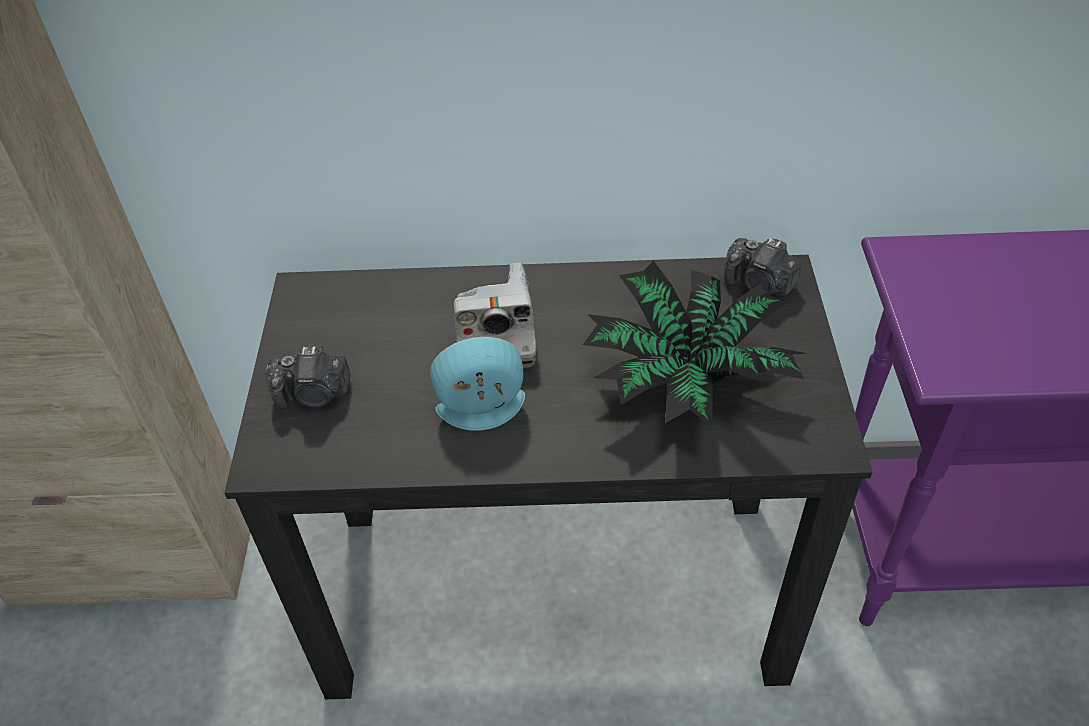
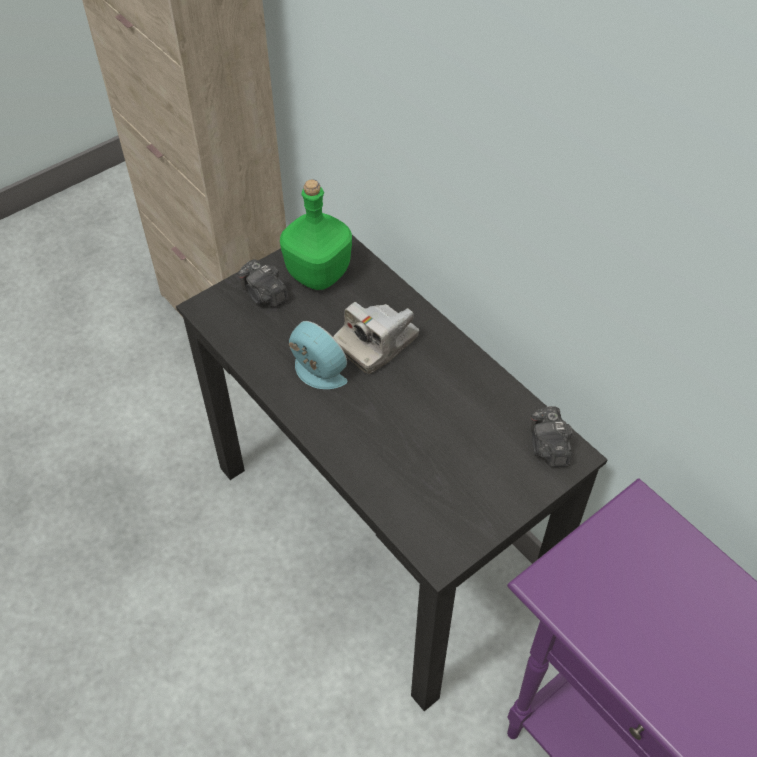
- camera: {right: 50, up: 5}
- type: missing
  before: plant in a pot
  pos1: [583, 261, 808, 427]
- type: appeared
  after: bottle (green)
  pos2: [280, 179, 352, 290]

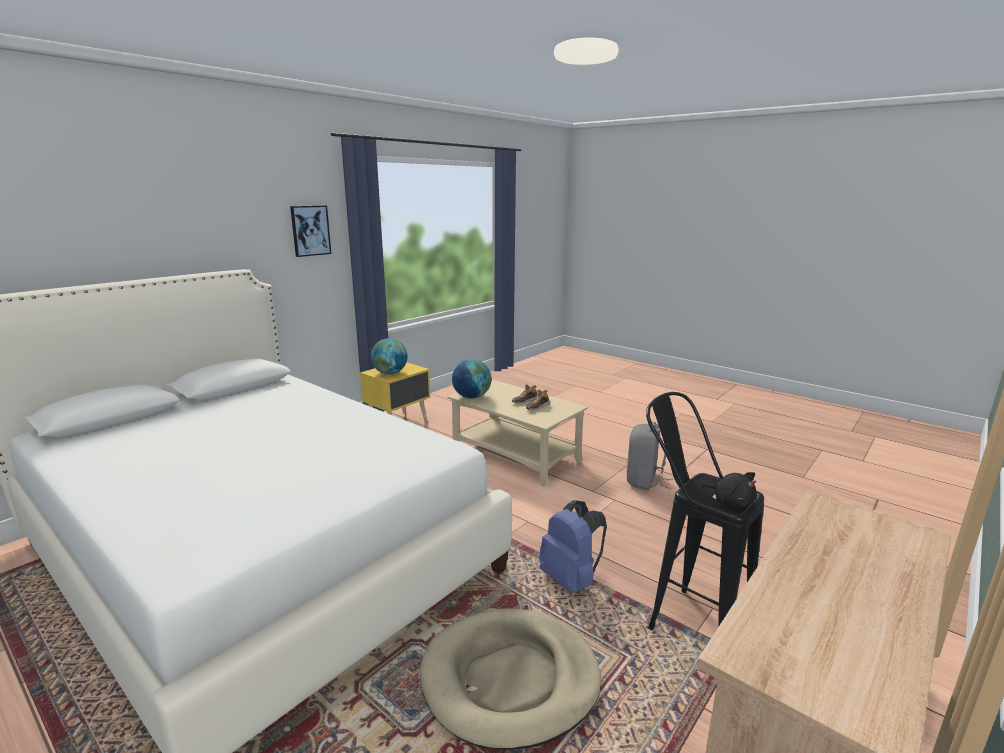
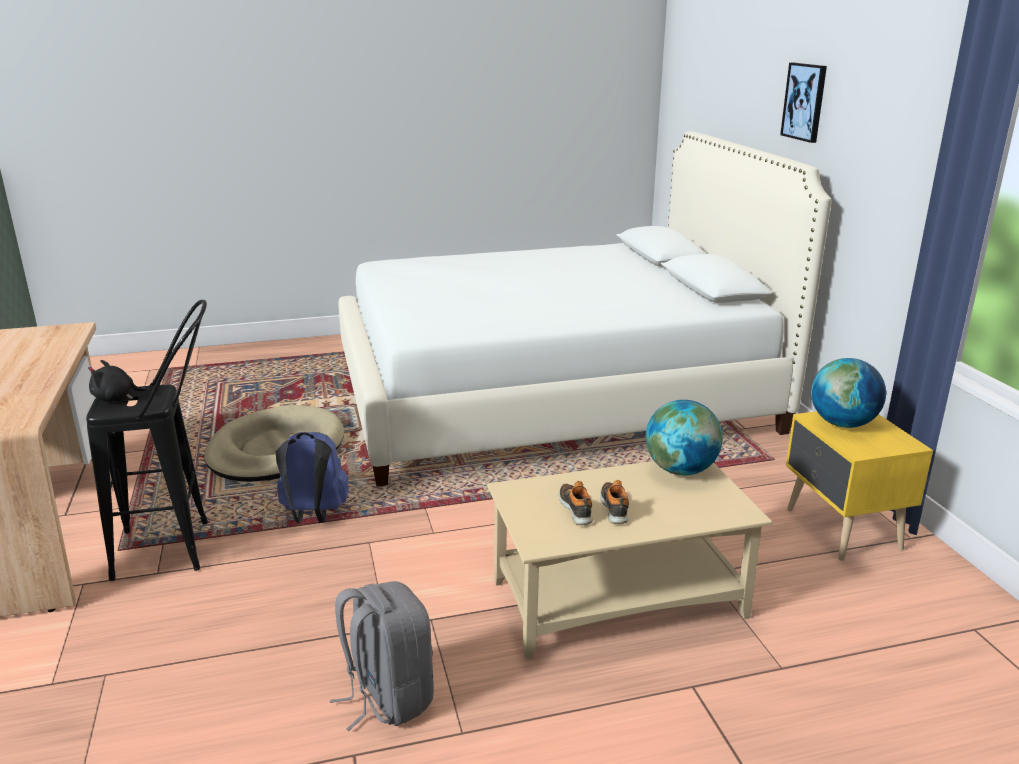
- camera: {right: 125, up: 5}
- type: relocated
  before: wall art
  pos1: [290, 205, 331, 257]
  pos2: [780, 63, 827, 143]

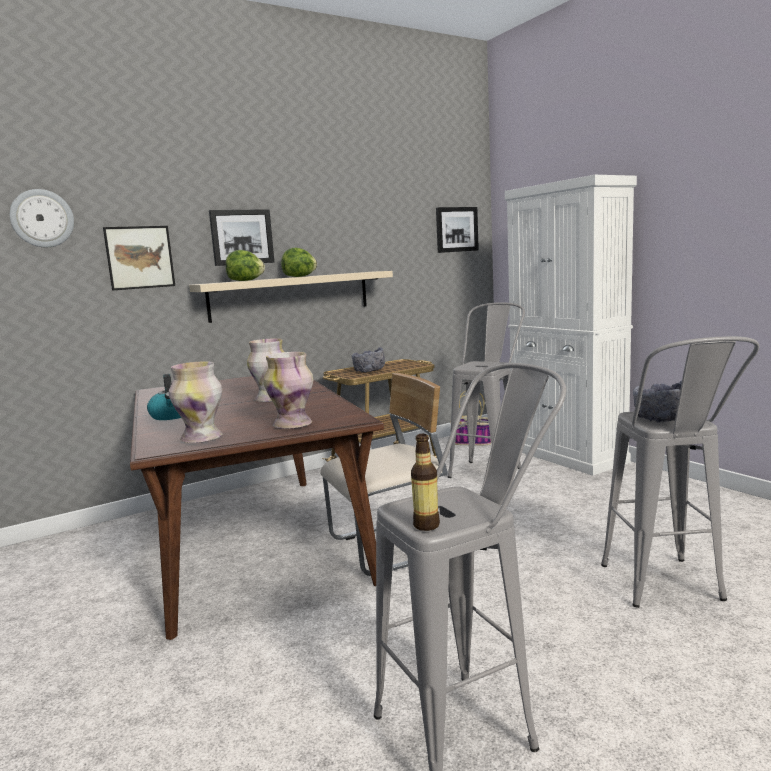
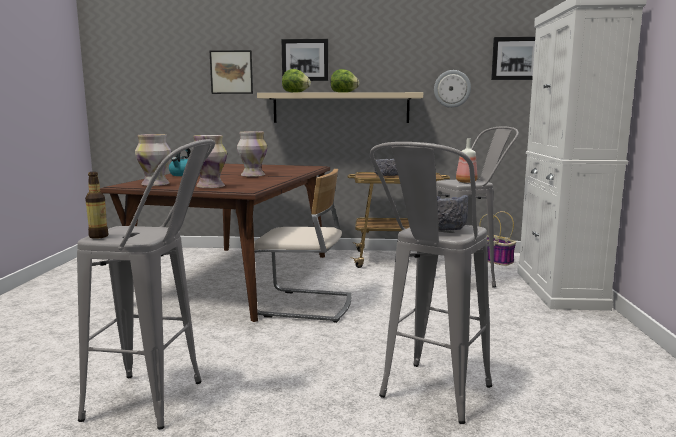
- camera: {right: 35, up: 0}
- type: relocated
  before: clock on the wall
  pos1: [10, 189, 74, 247]
  pos2: [434, 70, 471, 108]
- type: appeared
  after: bottle
  pos2: [456, 139, 478, 183]

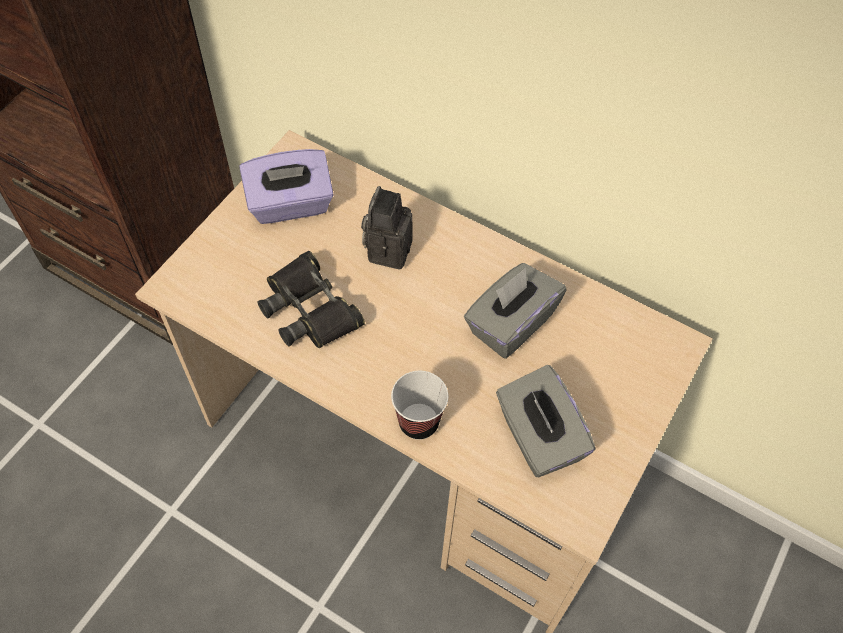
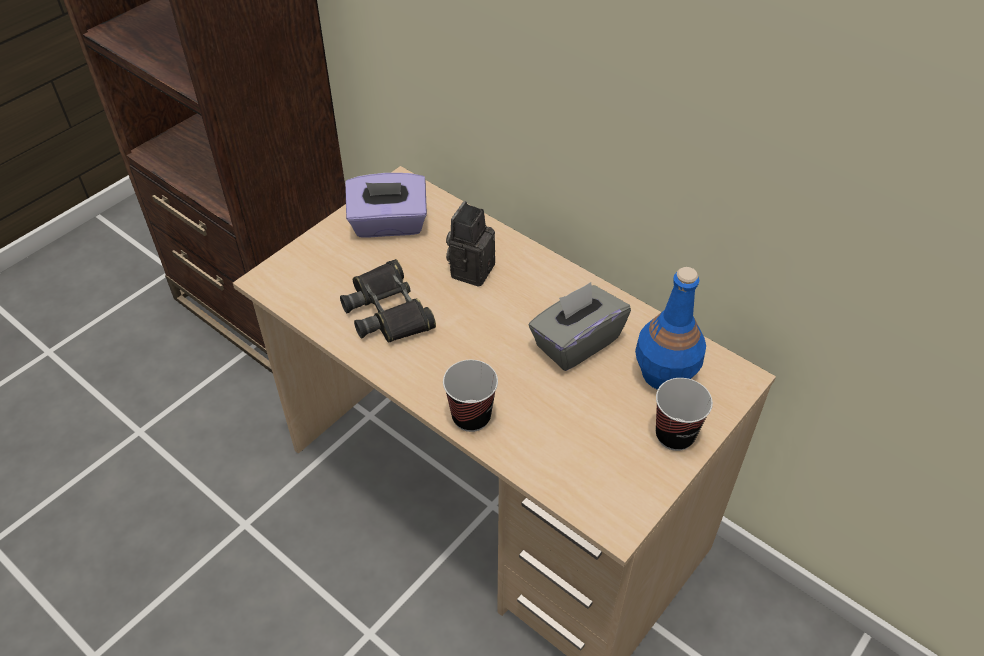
- camera: {right: 10, up: -10}
- type: missing
  before: tissue box (gray)
  pos1: [496, 365, 596, 477]
- type: appeared
  after: bottle (blue-coloured)
  pos2: [635, 267, 706, 390]
- type: appeared
  after: small cup
  pos2: [656, 378, 713, 451]

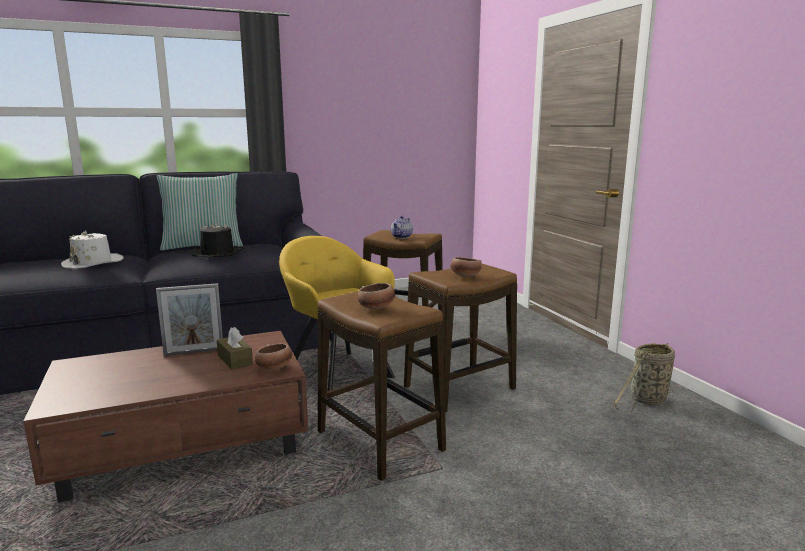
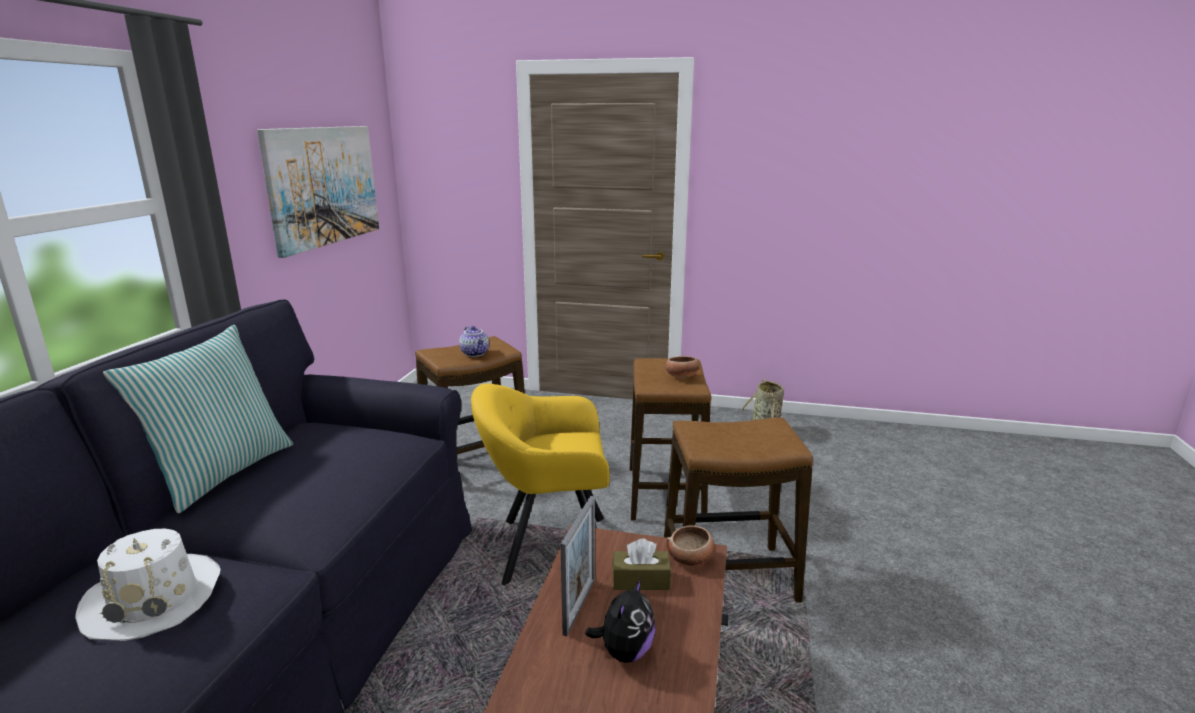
- camera: {right: -55, up: 5}
- type: missing
  before: clothing hat (black)
  pos1: [190, 223, 244, 258]
- type: missing
  before: serving bowl
  pos1: [358, 283, 395, 309]
- type: appeared
  after: wall art
  pos2: [257, 126, 379, 258]
- type: appeared
  after: soft toy
  pos2: [585, 577, 656, 663]

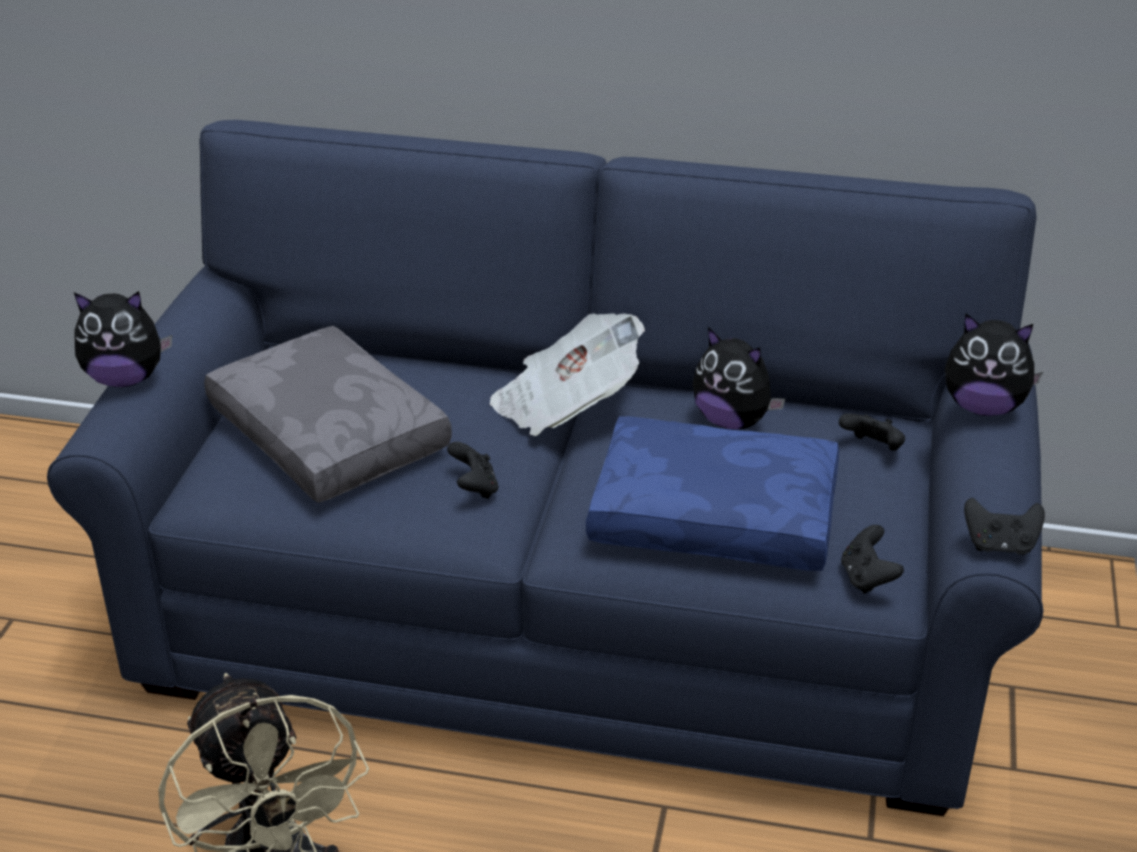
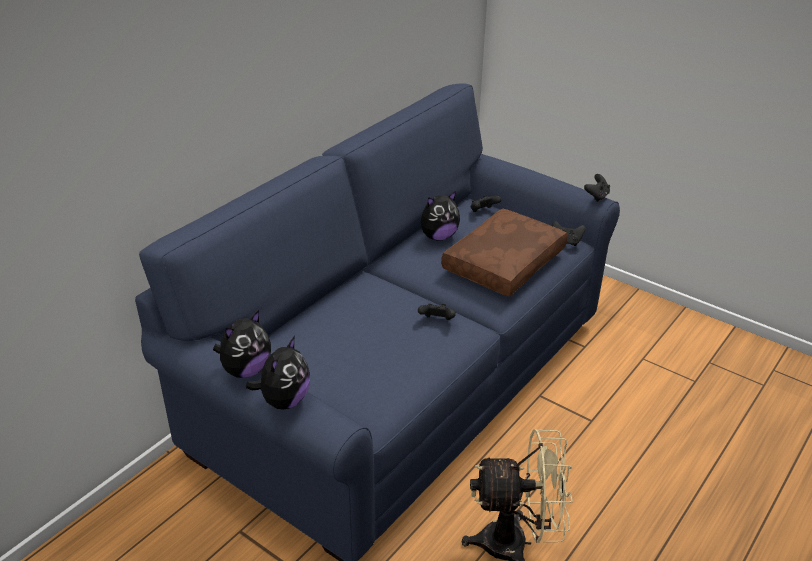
- camera: {right: -65, up: 0}
- type: missing
  before: pillow (gray)
  pos1: [204, 326, 452, 503]
- type: missing
  before: printed paper
  pos1: [490, 313, 645, 436]
- type: colour
  before: pillow (blue-coloured)
  after: pillow (brown)
  pos1: [586, 416, 839, 571]
  pos2: [441, 208, 568, 296]
- type: relocated
  before: soft toy
  pos1: [945, 314, 1043, 416]
  pos2: [213, 310, 271, 378]

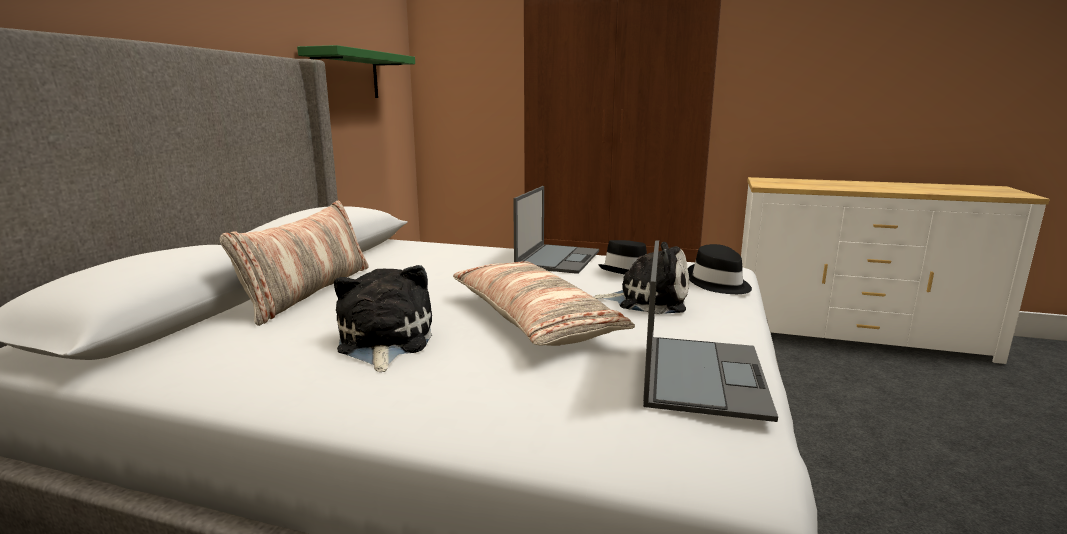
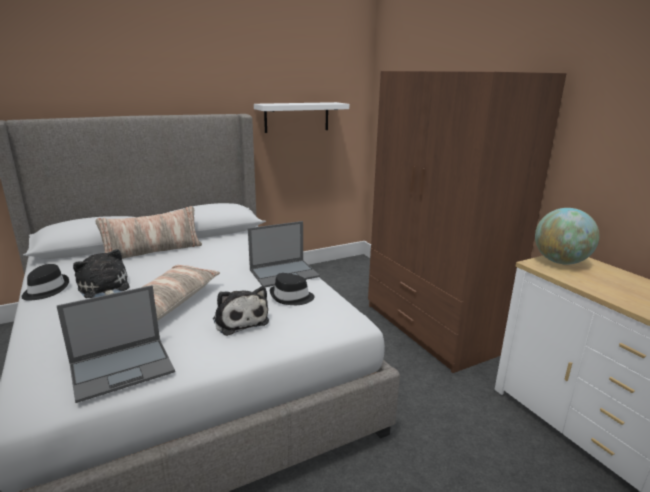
- camera: {right: 45, up: 5}
- type: colour
  before: wall shelf (green)
  after: wall shelf (white-coloured)
  pos1: [297, 45, 415, 98]
  pos2: [254, 102, 349, 133]
- type: spun
  before: soft toy
  pos1: [334, 265, 432, 372]
  pos2: [73, 249, 130, 298]
  turn: -75
- type: relocated
  before: clothing hat (black)
  pos1: [688, 244, 752, 294]
  pos2: [22, 264, 69, 301]
- type: appeared
  after: globe
  pos2: [535, 208, 600, 264]

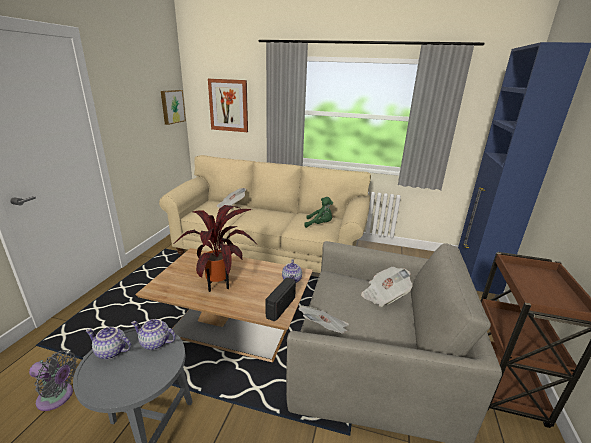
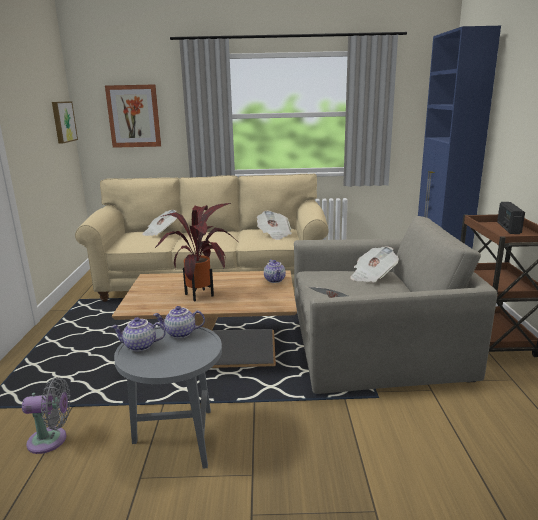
- camera: {right: -15, up: -5}
- type: relocated
  before: radio
  pos1: [266, 277, 296, 321]
  pos2: [497, 202, 525, 234]
- type: exchanged
  before: soft toy (green)
  after: printed paper
  pos1: [304, 197, 333, 228]
  pos2: [257, 211, 292, 240]

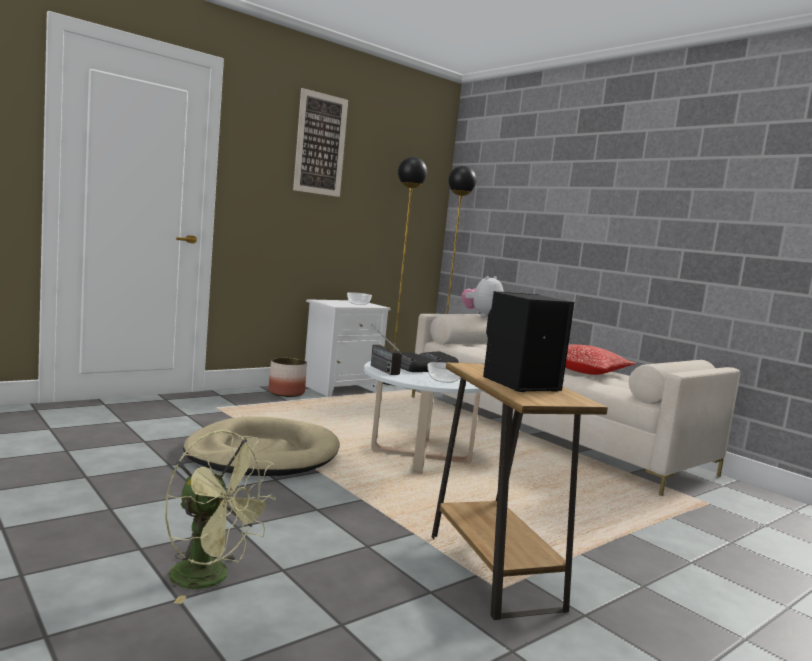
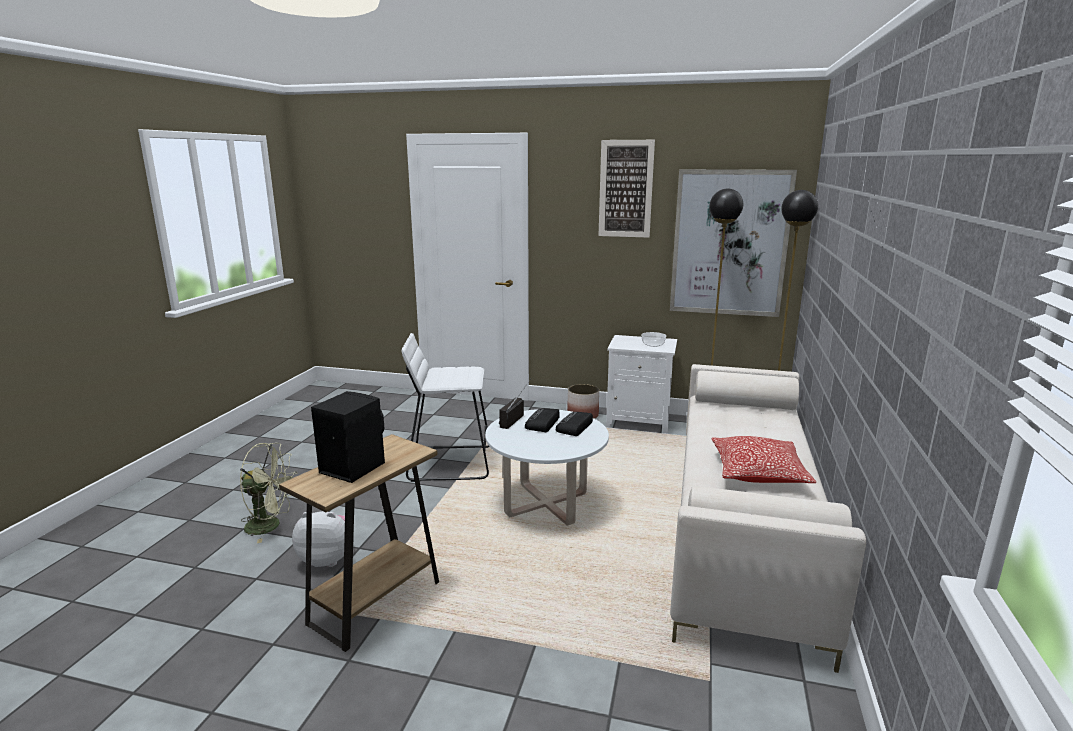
- camera: {right: 55, up: 10}
- type: spun
  before: cooling fan (green)
  pos1: [165, 430, 276, 604]
  pos2: [240, 443, 298, 543]
  turn: -75
- type: exchanged
  before: dog bed (beige-coloured)
  after: stool (white-coloured)
  pos1: [183, 416, 340, 476]
  pos2: [402, 333, 489, 482]
- type: missing
  before: serving bowl
  pos1: [427, 362, 461, 383]
- type: relocated
  before: soft toy
  pos1: [462, 276, 504, 317]
  pos2: [292, 511, 345, 567]
- type: appeared
  after: wall art
  pos2: [670, 169, 797, 317]

